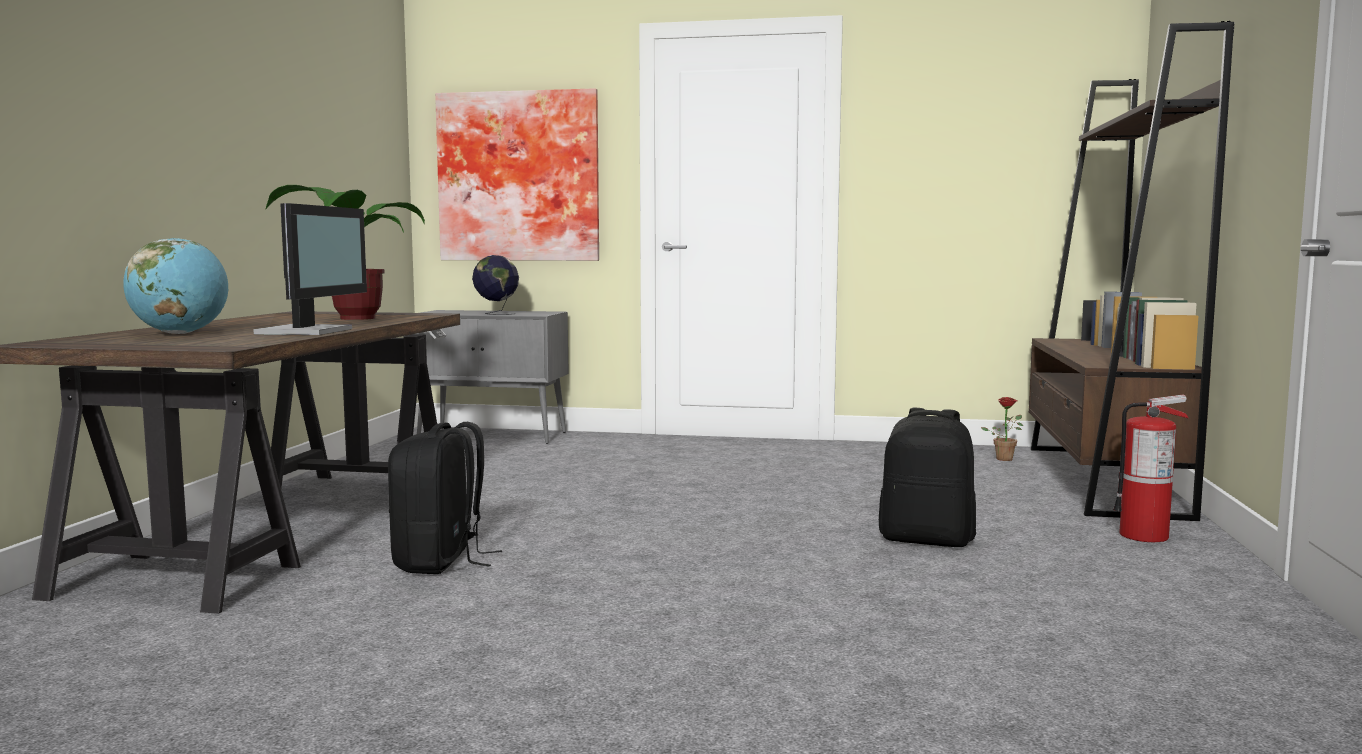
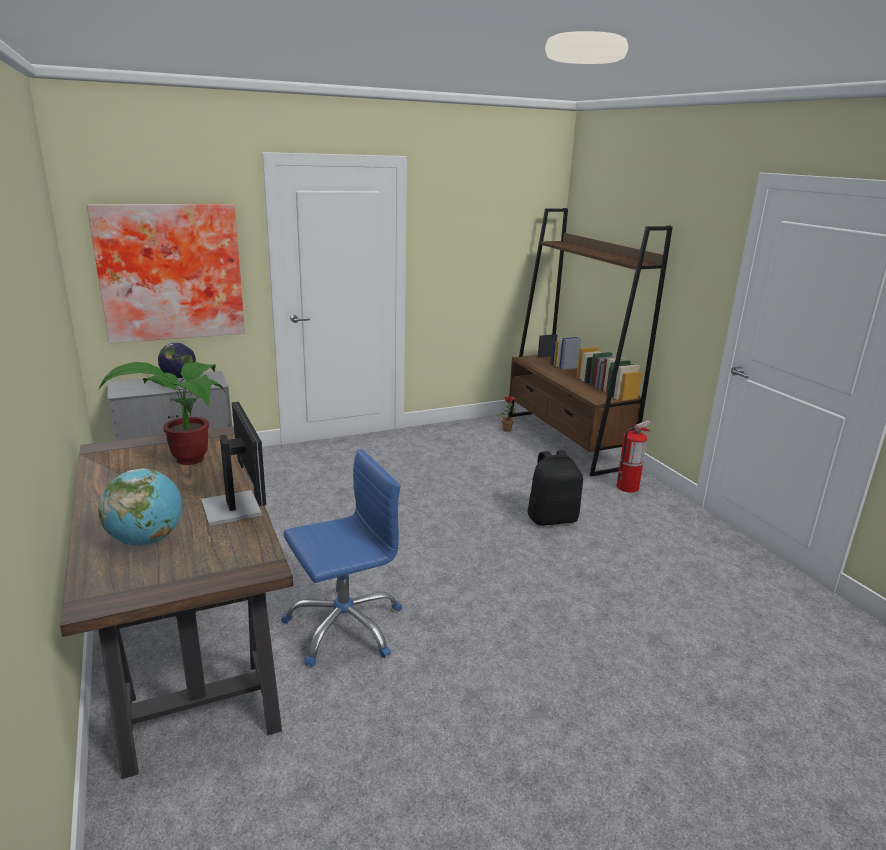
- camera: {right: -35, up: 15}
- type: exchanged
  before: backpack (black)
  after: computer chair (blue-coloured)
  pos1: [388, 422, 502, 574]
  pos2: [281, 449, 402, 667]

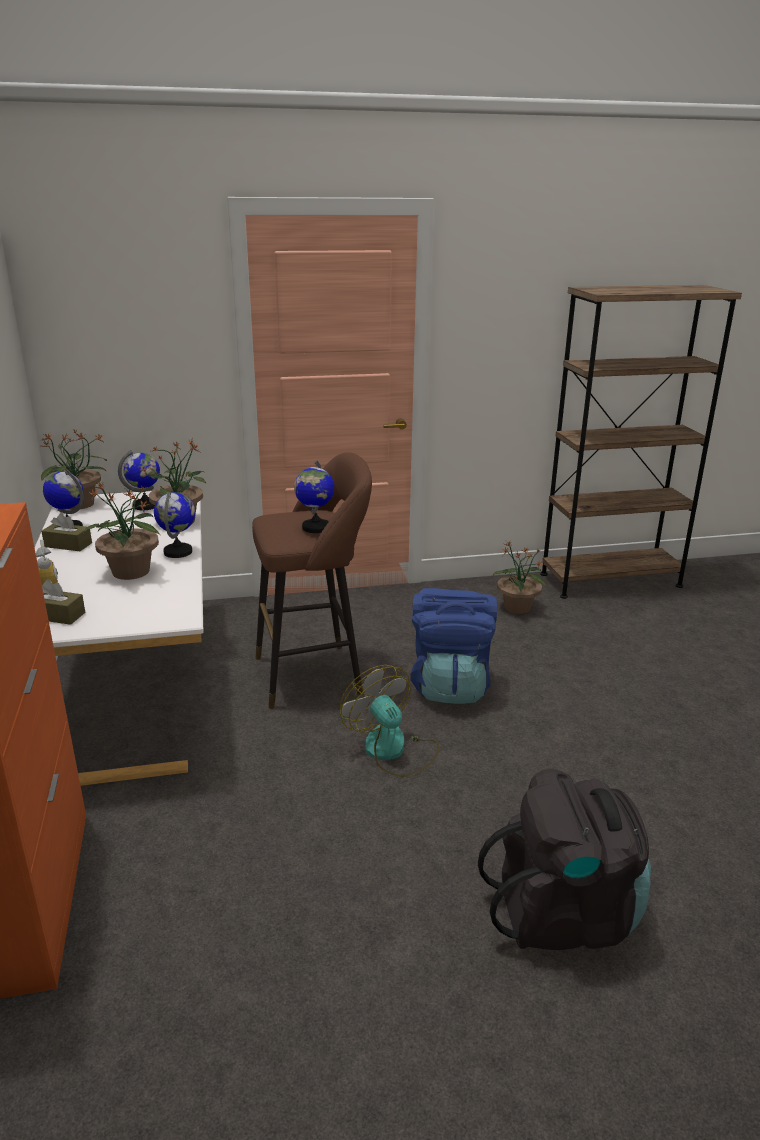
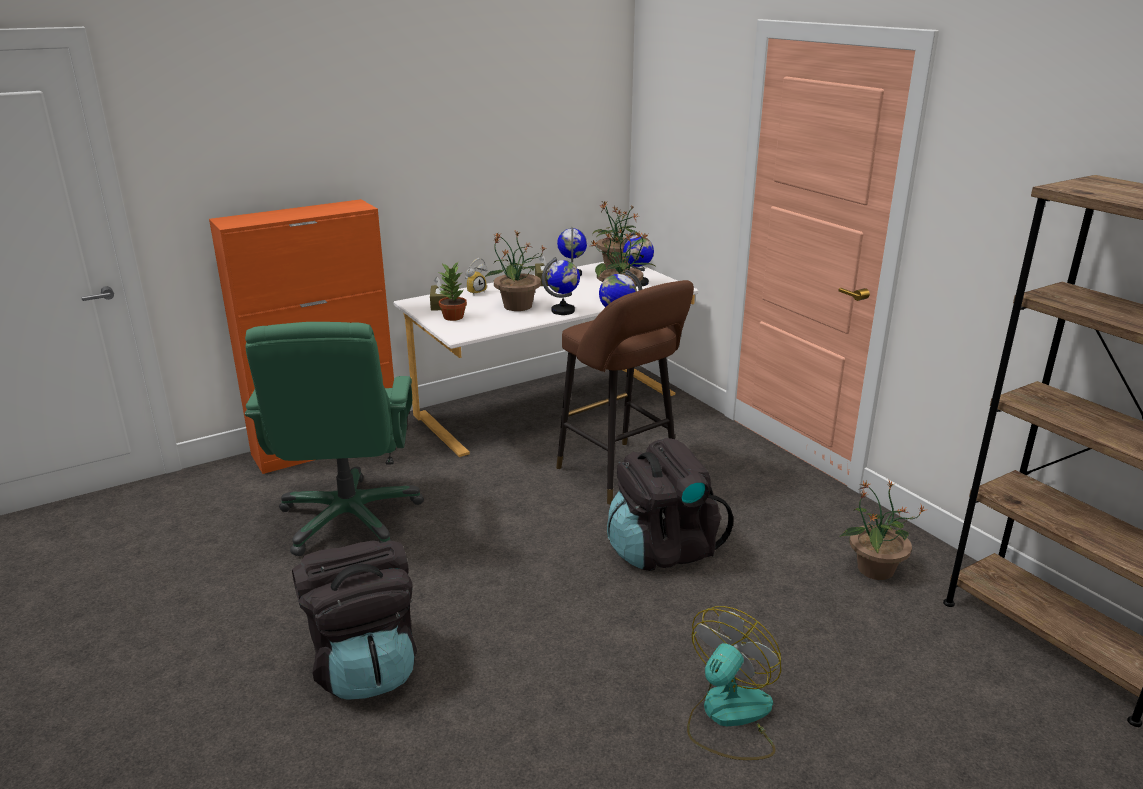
- camera: {right: 70, up: 0}
- type: relocated
  before: cooling fan
  pos1: [340, 665, 439, 777]
  pos2: [687, 606, 781, 760]
- type: colour
  before: backpack (blue-coloured)
  after: backpack (black)
  pos1: [411, 588, 497, 704]
  pos2: [607, 438, 733, 571]
- type: appeared
  after: computer chair (green)
  pos2: [245, 322, 424, 556]
- type: appeared
  after: plant in a pot
  pos2: [438, 262, 467, 321]

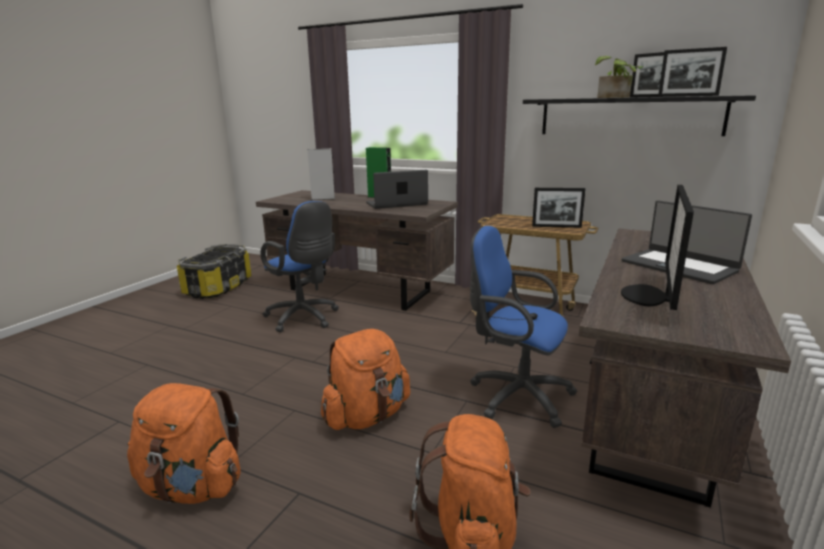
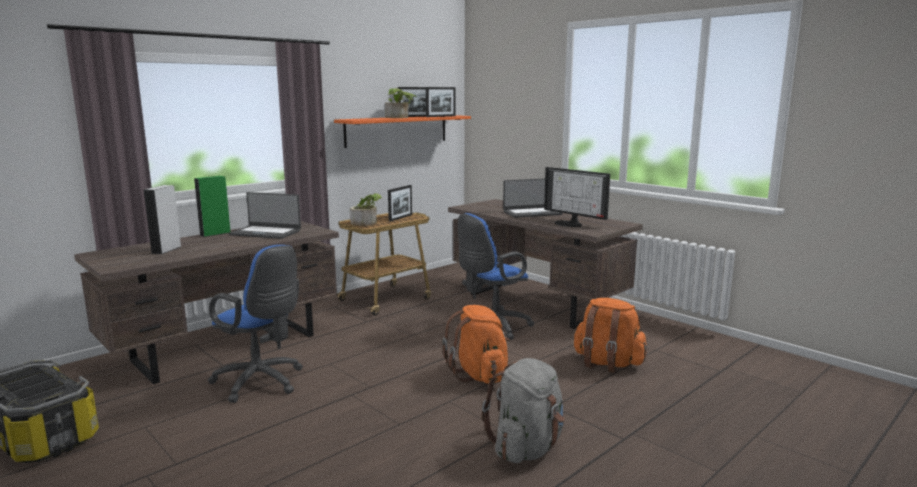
- camera: {right: -70, up: -5}
- type: colour
  before: backpack (orange-coloured)
  after: backpack (gray)
  pos1: [127, 383, 240, 504]
  pos2: [482, 358, 565, 463]
- type: spun
  before: computer chair (blue-coloured)
  pos1: [260, 201, 339, 332]
  pos2: [208, 245, 303, 403]
  turn: 60
- type: spun
  before: laptop
  pos1: [366, 170, 428, 209]
  pos2: [229, 192, 301, 239]
  turn: -75
- type: colour
  before: wall shelf (black)
  after: wall shelf (orange-coloured)
  pos1: [523, 95, 756, 136]
  pos2: [334, 115, 471, 148]
- type: appeared
  after: plant in a pot
  pos2: [350, 193, 382, 226]

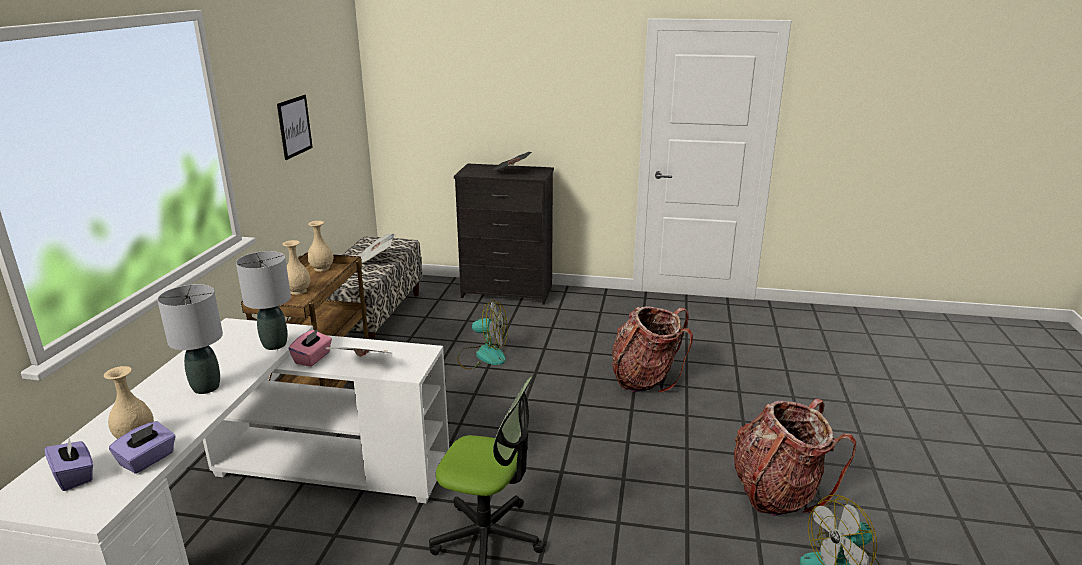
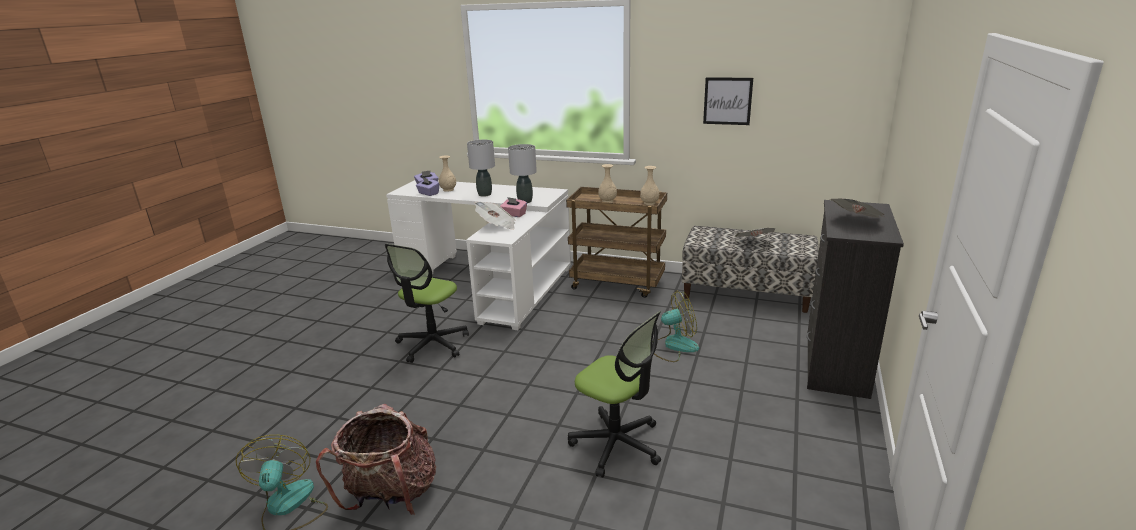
- camera: {right: 100, up: 0}
- type: spun
  before: cooling fan
  pos1: [457, 300, 508, 370]
  pos2: [652, 291, 699, 362]
  turn: -120
- type: exchanged
  before: backpack
  after: computer chair
  pos1: [612, 306, 693, 393]
  pos2: [568, 311, 661, 478]

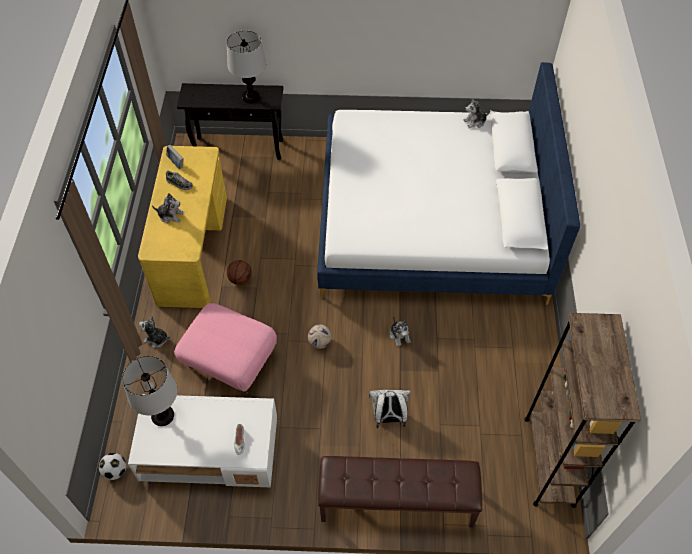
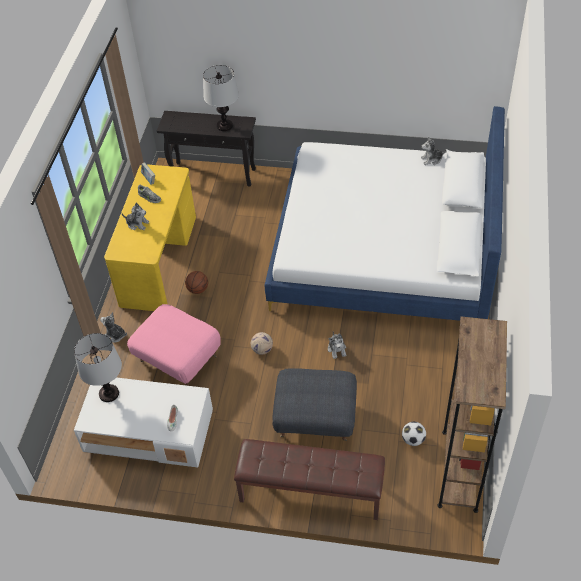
- camera: {right: 10, up: -5}
- type: relocated
  before: football ball
  pos1: [99, 453, 126, 480]
  pos2: [402, 422, 426, 446]
- type: exchanged
  before: backpack (white-coloured)
  after: pouffe (gray)
  pos1: [369, 390, 411, 428]
  pos2: [272, 368, 357, 441]

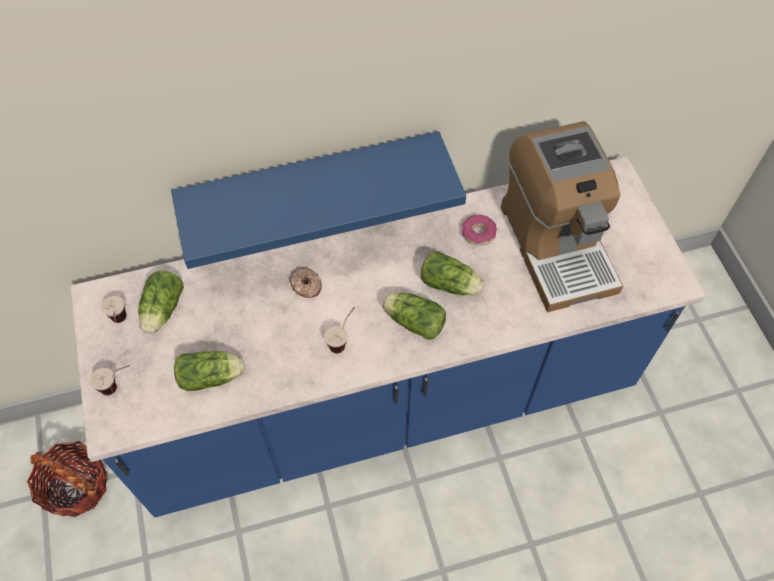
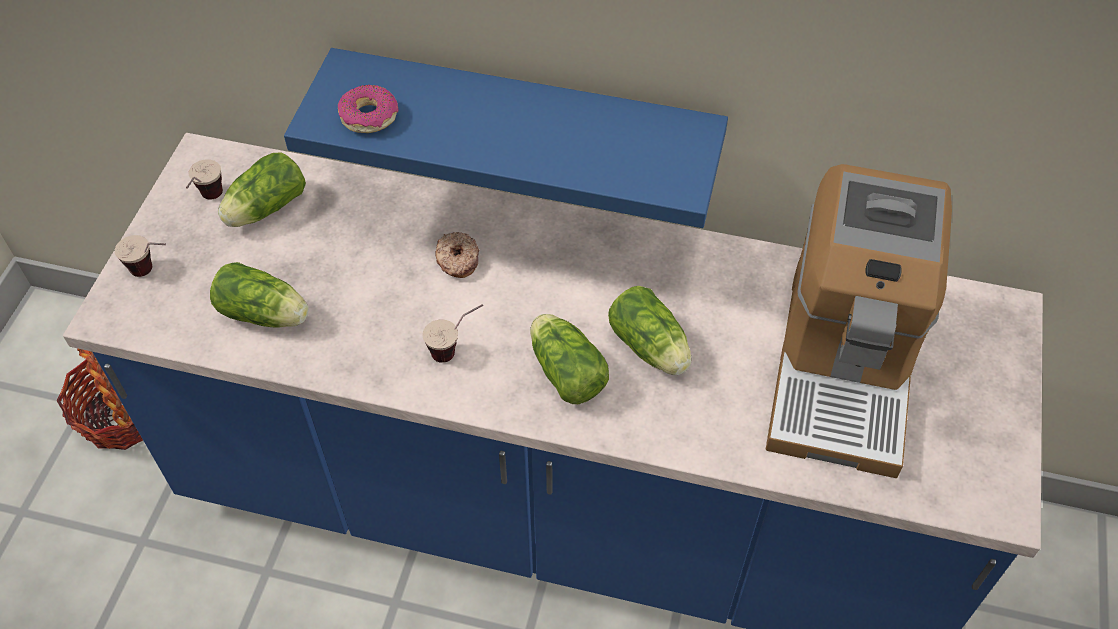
- camera: {right: 30, up: -5}
- type: relocated
  before: ring doughnut
  pos1: [462, 214, 497, 246]
  pos2: [338, 85, 399, 133]

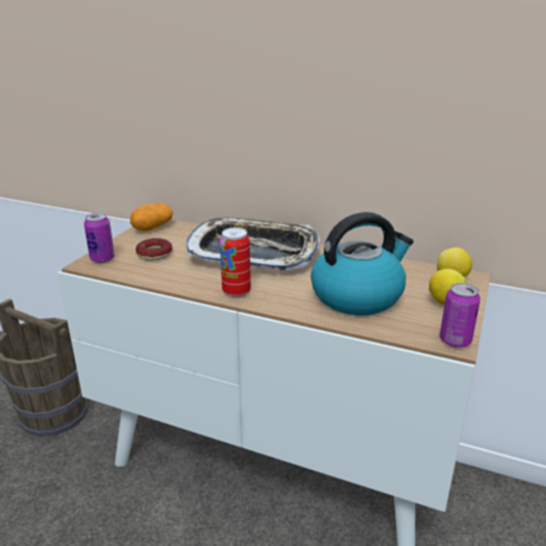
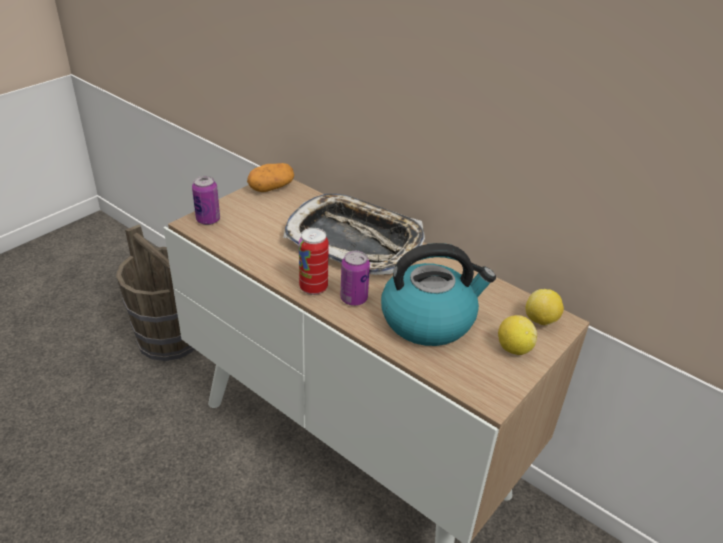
- camera: {right: 15, up: 10}
- type: missing
  before: ring doughnut
  pos1: [136, 238, 172, 261]
- type: relocated
  before: can
  pos1: [440, 283, 480, 348]
  pos2: [340, 251, 370, 306]

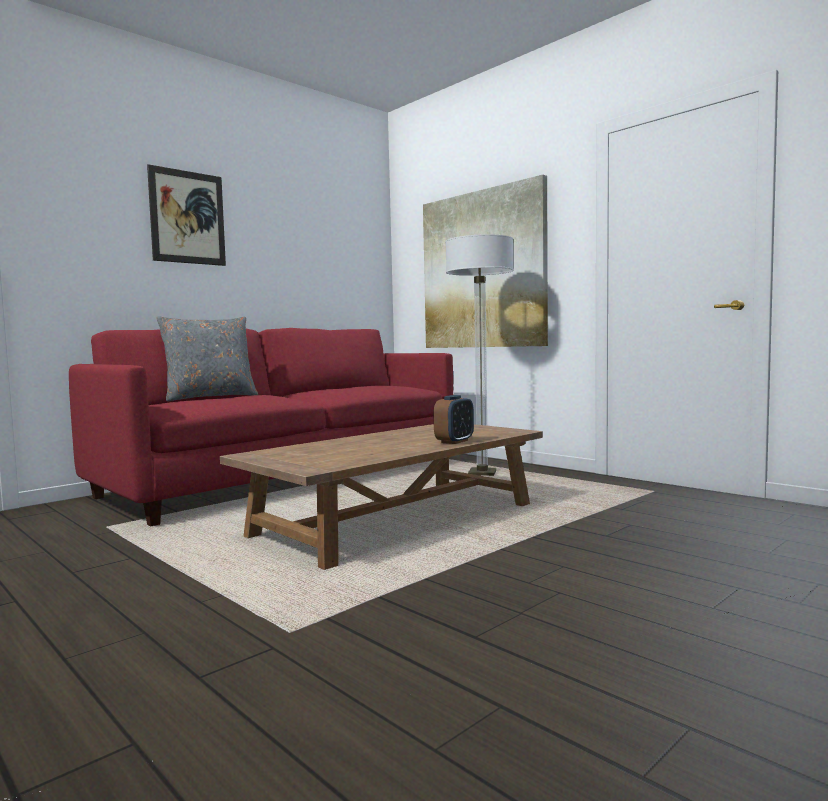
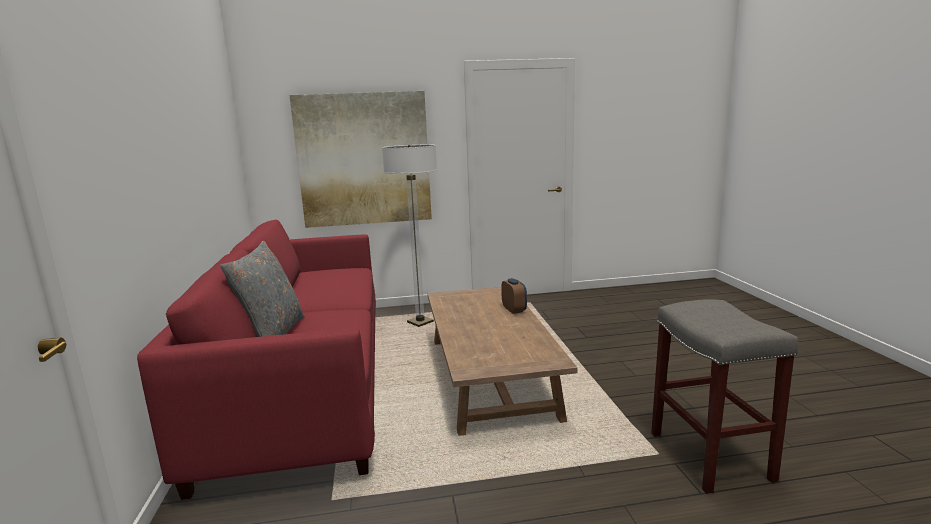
- camera: {right: -55, up: 10}
- type: missing
  before: wall art
  pos1: [147, 164, 226, 266]
- type: appeared
  after: stool (gray)
  pos2: [651, 299, 798, 494]

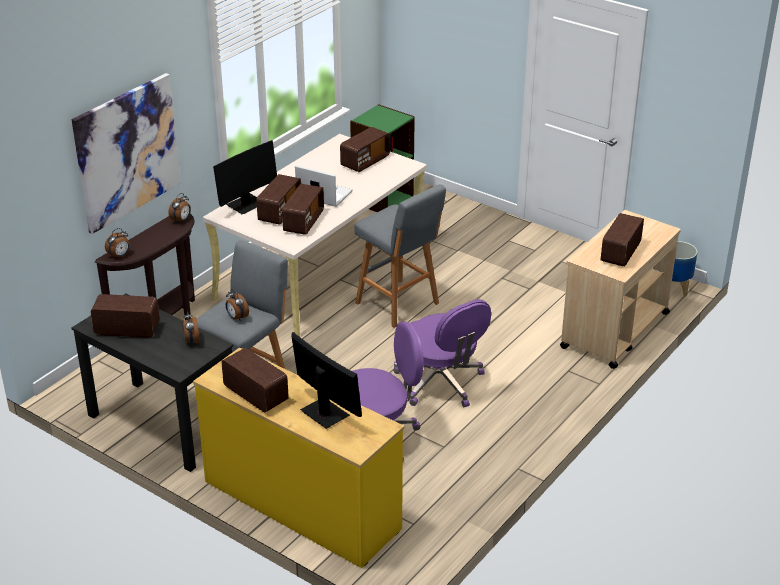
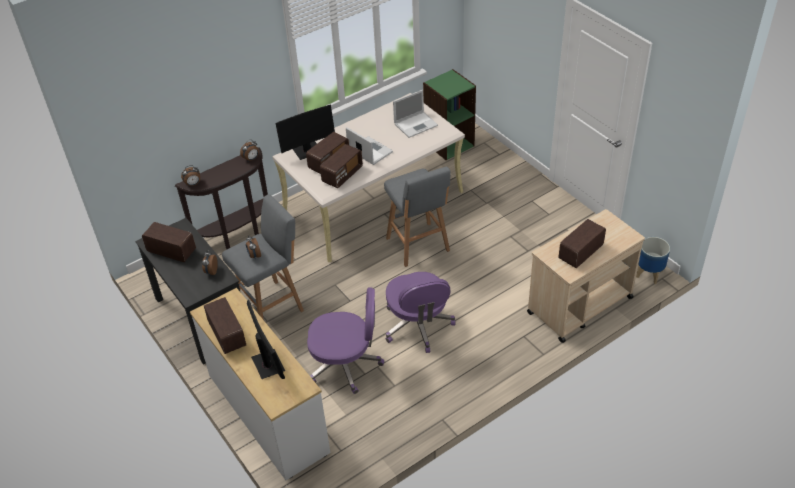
- camera: {right: 20, up: 10}
- type: missing
  before: wall art
  pos1: [72, 73, 181, 234]
- type: colour
  before: drawer chest (yellow-coloured)
  after: drawer chest (white-coloured)
  pos1: [193, 347, 404, 568]
  pos2: [190, 288, 331, 480]
- type: exchanged
  before: radio
  after: laptop
  pos1: [340, 127, 390, 172]
  pos2: [393, 90, 438, 138]

